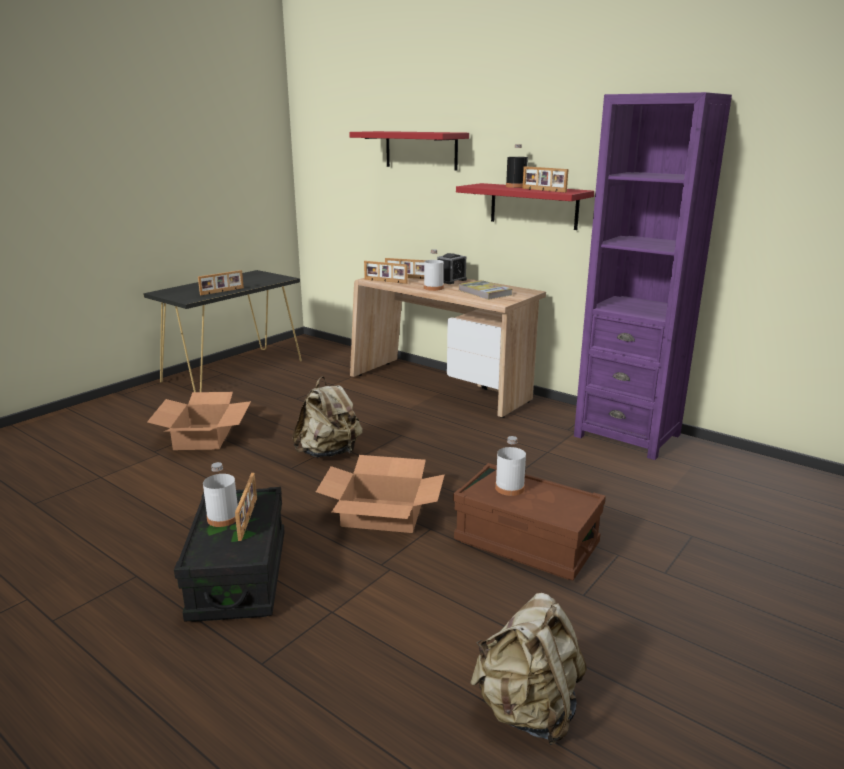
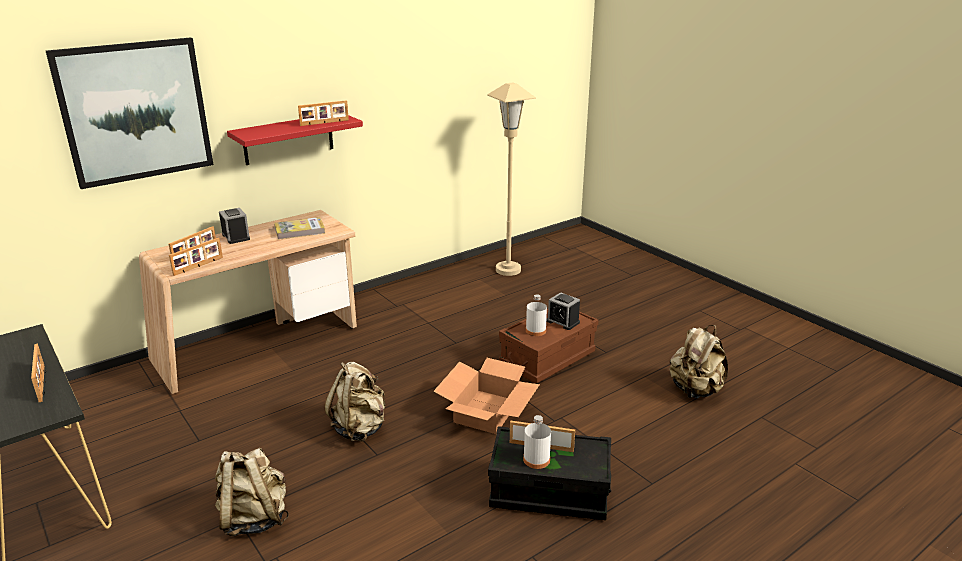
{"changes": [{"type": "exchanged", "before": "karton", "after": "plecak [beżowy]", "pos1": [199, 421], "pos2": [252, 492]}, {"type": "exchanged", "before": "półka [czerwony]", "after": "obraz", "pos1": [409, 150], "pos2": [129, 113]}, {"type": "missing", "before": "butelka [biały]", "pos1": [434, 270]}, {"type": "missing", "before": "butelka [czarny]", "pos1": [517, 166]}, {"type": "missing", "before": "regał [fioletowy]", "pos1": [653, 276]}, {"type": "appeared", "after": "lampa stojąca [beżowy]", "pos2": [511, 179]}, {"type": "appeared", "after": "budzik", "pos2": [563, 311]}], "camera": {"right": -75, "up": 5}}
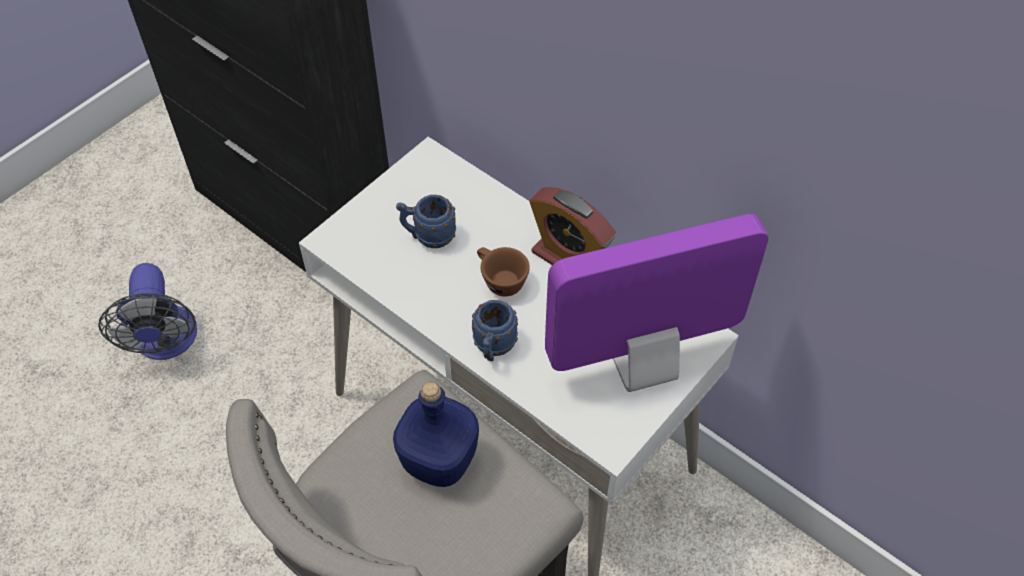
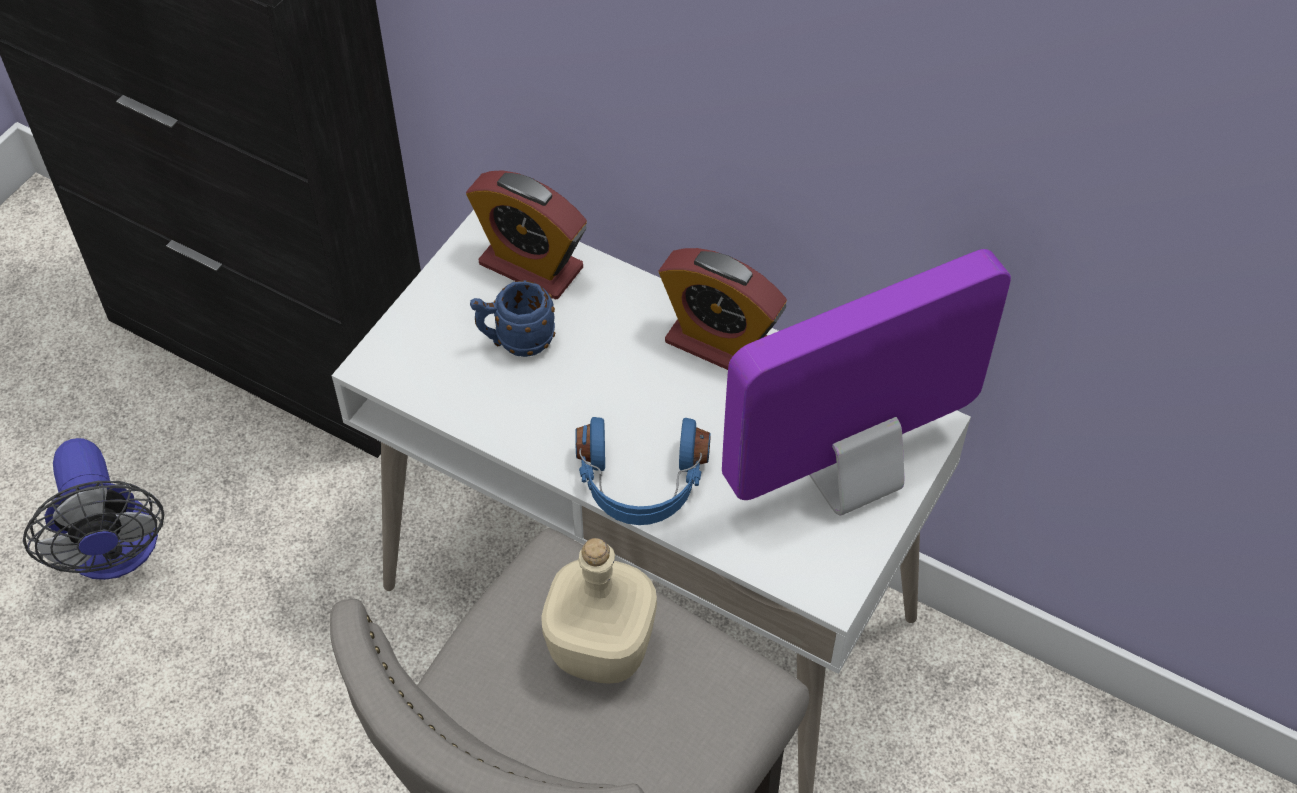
{"changes": [{"type": "colour", "before": "butelka [niebieski]", "after": "butelka [beżowy]", "pos1": [436, 434], "pos2": [599, 611]}, {"type": "exchanged", "before": "kubek [niebieski]", "after": "słuchawki [niebieski]", "pos1": [495, 330], "pos2": [643, 471]}, {"type": "missing", "before": "filiżanka [brązowy]", "pos1": [503, 272]}, {"type": "appeared", "after": "budzik", "pos2": [526, 234]}], "camera": {"right": -10, "up": 0}}
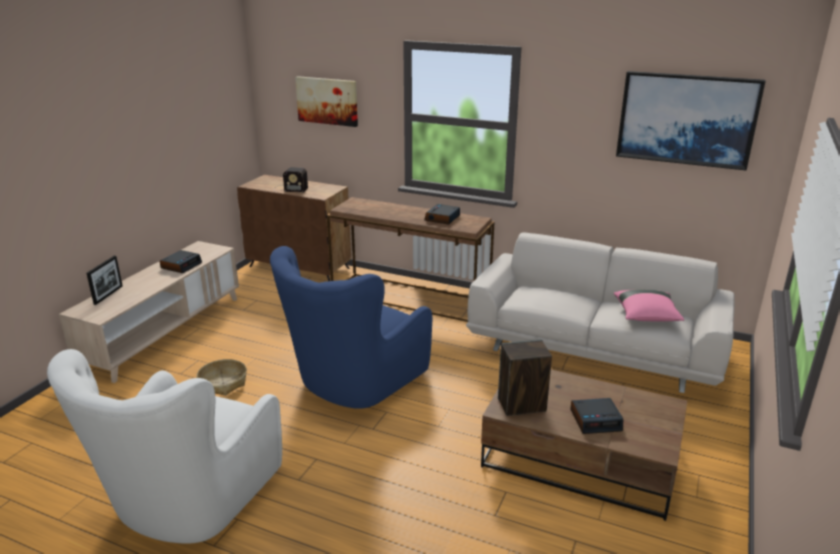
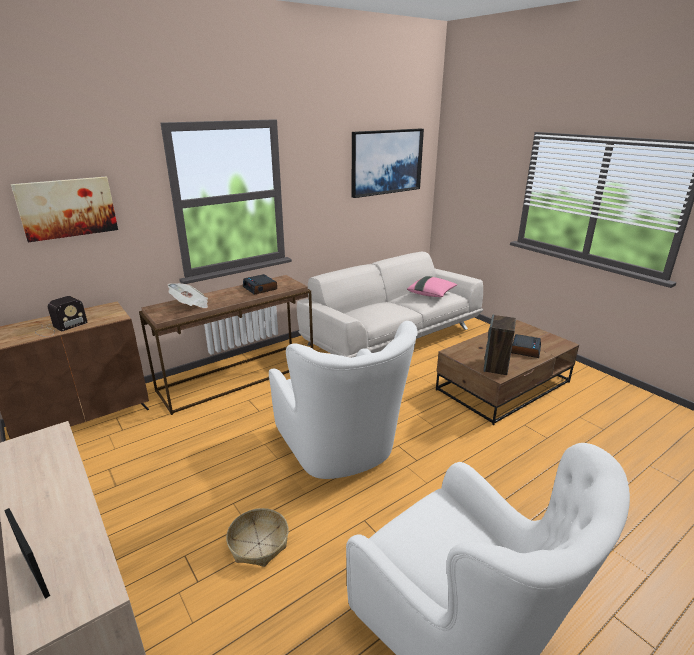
{"changes": [{"type": "missing", "before": "budzik", "pos1": [181, 261]}, {"type": "colour", "before": "fotel [niebieski]", "after": "fotel [biały]", "pos1": [351, 327], "pos2": [343, 400]}, {"type": "appeared", "after": "gazeta", "pos2": [188, 295]}], "camera": {"right": -60, "up": 0}}
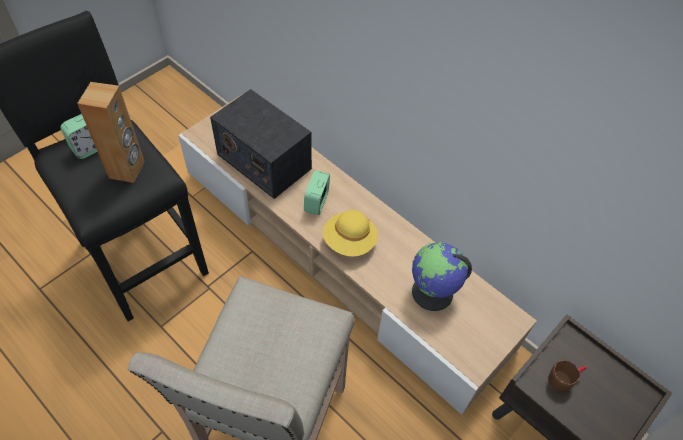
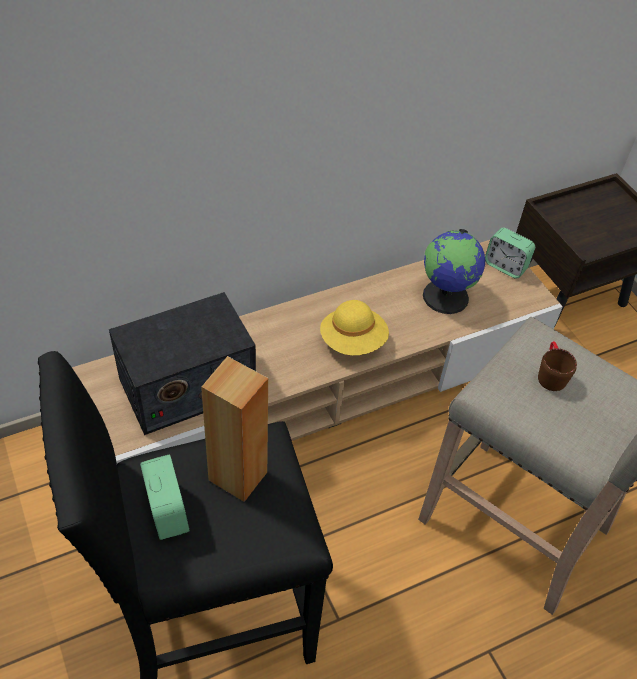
{"changes": [{"type": "relocated", "before": "budzik", "pos1": [317, 192], "pos2": [510, 253]}, {"type": "relocated", "before": "kubek [brązowy]", "pos1": [567, 376], "pos2": [557, 366]}], "camera": {"right": -70, "up": -5}}
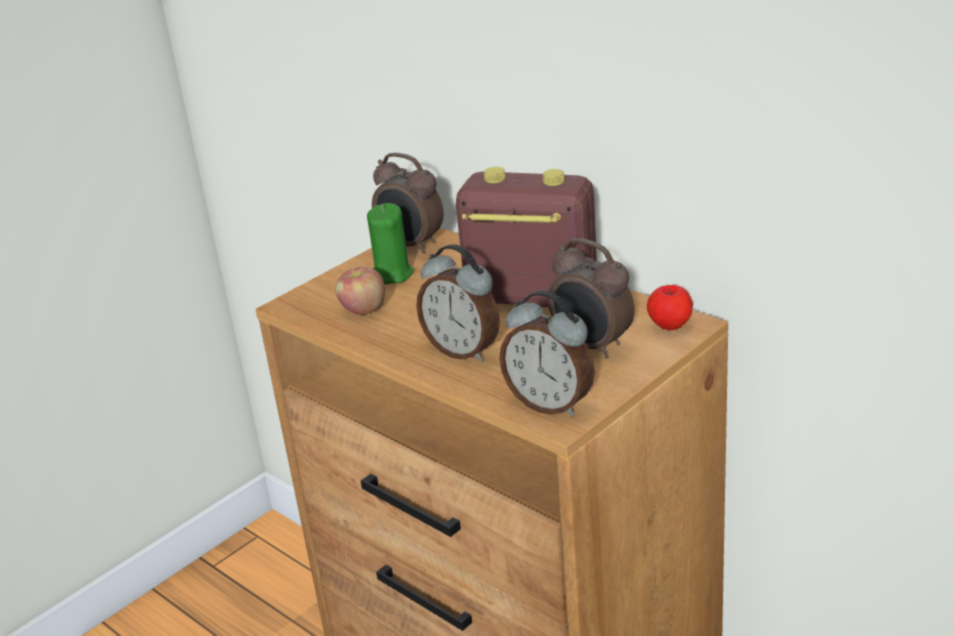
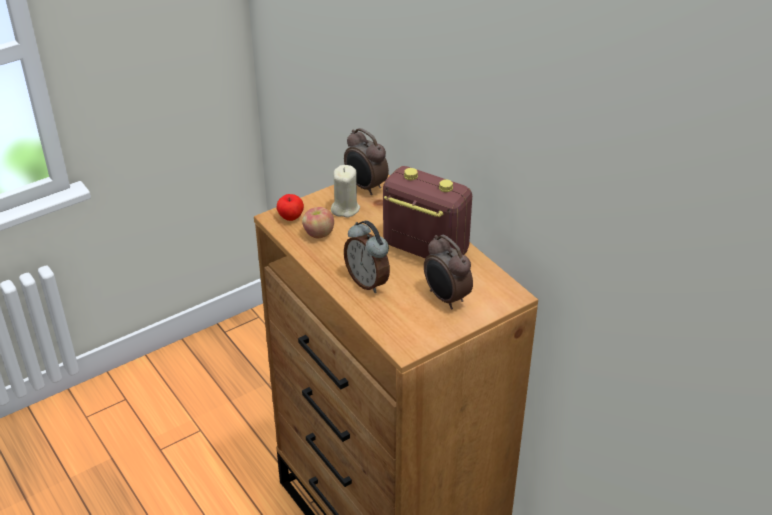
{"changes": [{"type": "colour", "before": "świeca [zielony]", "after": "świeca [beżowy]", "pos1": [390, 243], "pos2": [345, 191]}, {"type": "missing", "before": "budzik", "pos1": [547, 354]}, {"type": "relocated", "before": "jabłko", "pos1": [670, 307], "pos2": [290, 207]}], "camera": {"right": 10, "up": 10}}
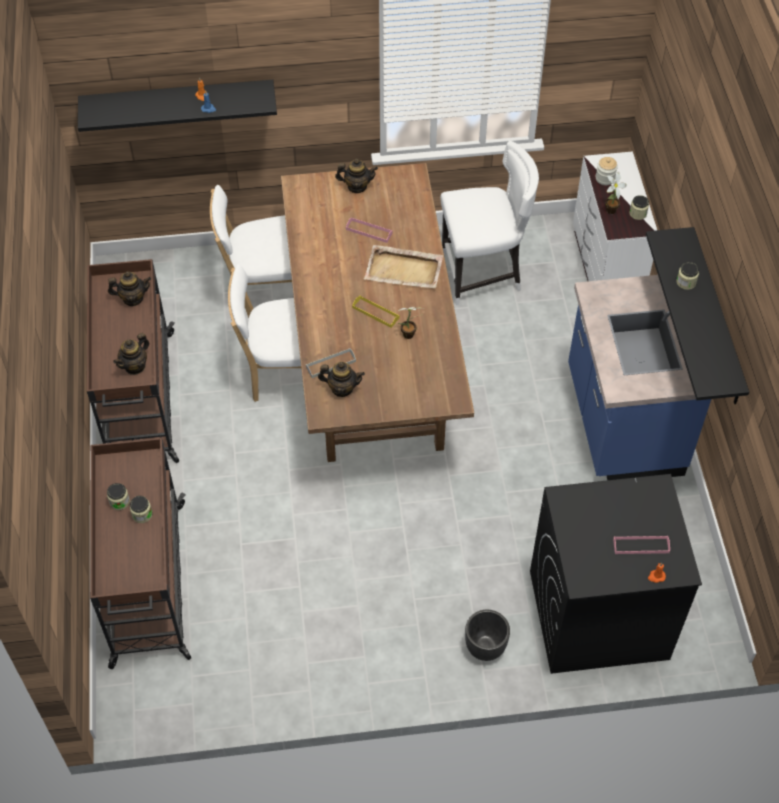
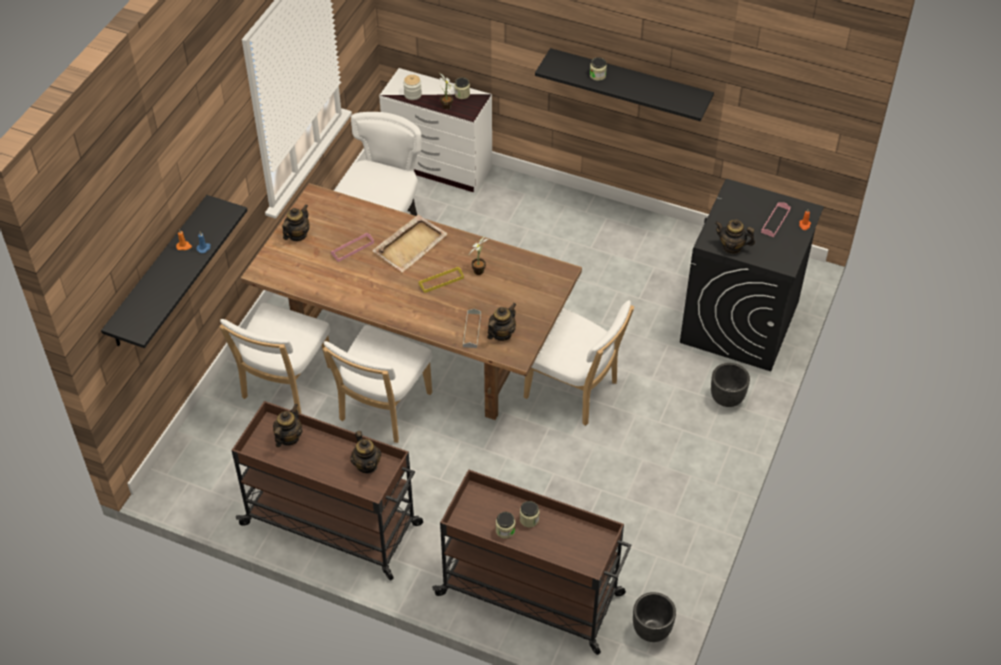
{"changes": [{"type": "missing", "before": "zabudowa kuchenna [niebieski]", "pos1": [639, 377]}, {"type": "appeared", "after": "krzesło [biały]", "pos2": [579, 363]}, {"type": "appeared", "after": "donica [czarny]", "pos2": [654, 617]}, {"type": "appeared", "after": "imbryk", "pos2": [735, 236]}], "camera": {"right": -60, "up": -5}}
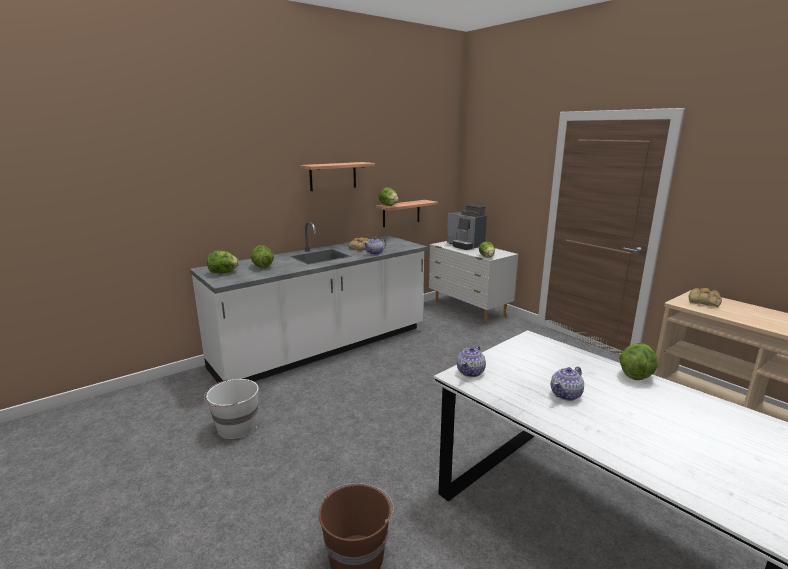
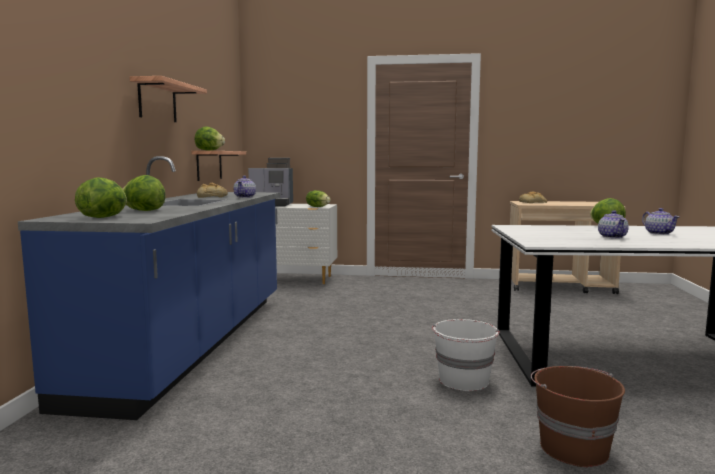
{"changes": [{"type": "colour", "before": "zabudowa kuchenna [biały]", "after": "zabudowa kuchenna [niebieski]", "pos1": [309, 303], "pos2": [149, 288]}, {"type": "relocated", "before": "wiadro [biały]", "pos1": [231, 409], "pos2": [466, 355]}, {"type": "relocated", "before": "imbryk", "pos1": [471, 361], "pos2": [661, 221]}], "camera": {"right": -45, "up": -10}}
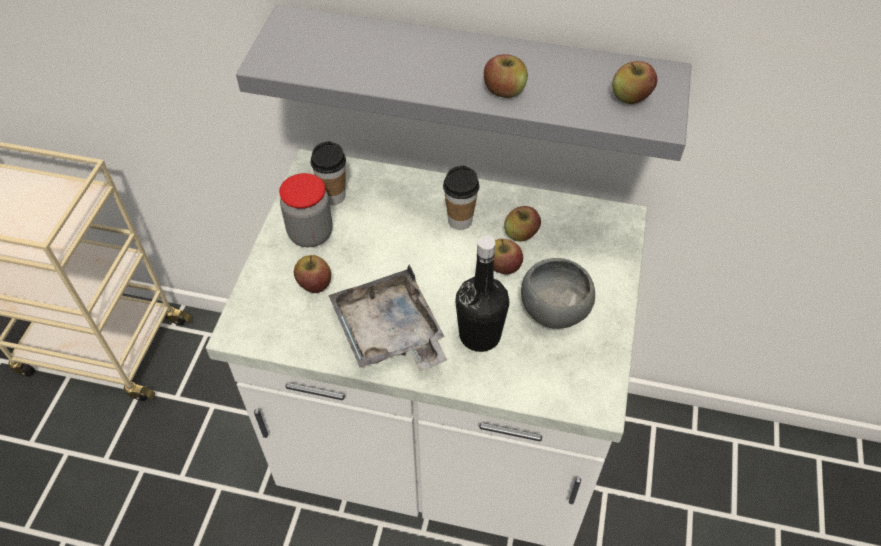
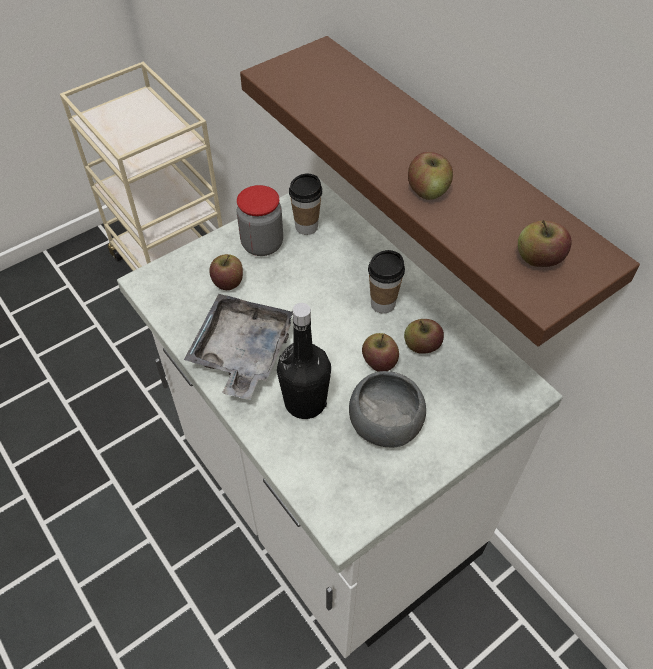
{"changes": [{"type": "colour", "before": "półka [szary]", "after": "półka [brązowy]", "pos1": [464, 83], "pos2": [440, 191]}], "camera": {"right": 40, "up": 0}}
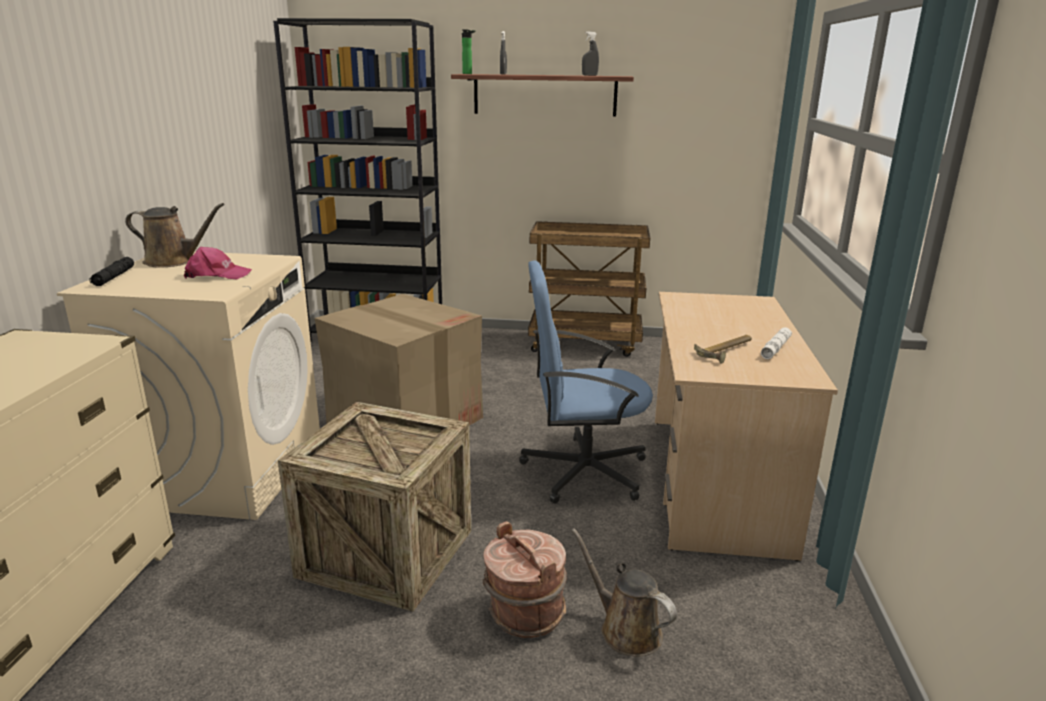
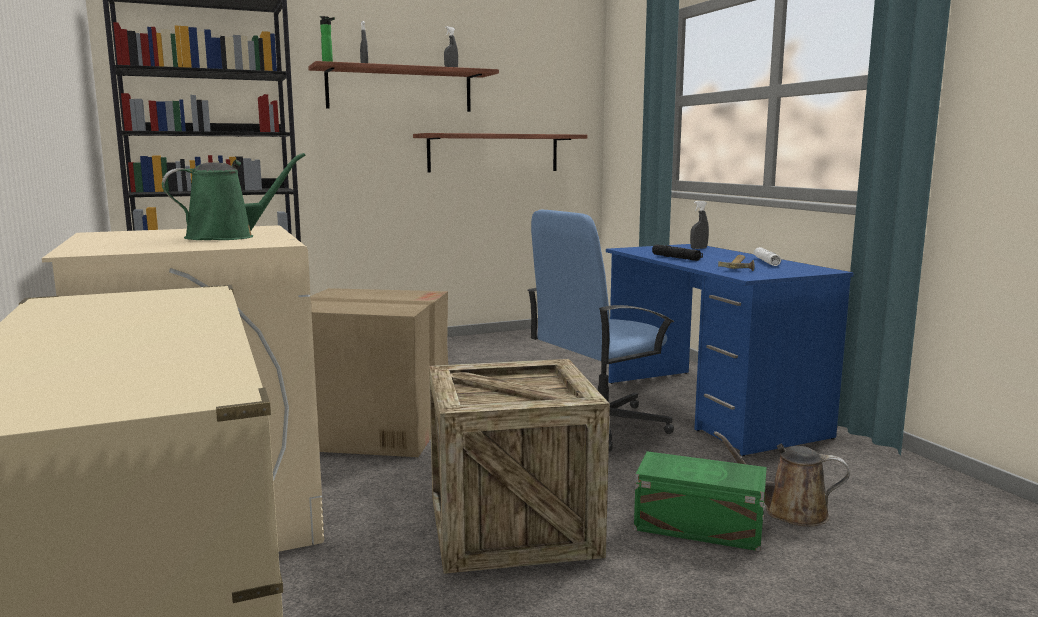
{"changes": [{"type": "relocated", "before": "latarka [czarny]", "pos1": [111, 271], "pos2": [677, 252]}, {"type": "missing", "before": "konewka [brązowy]", "pos1": [175, 235]}, {"type": "exchanged", "before": "czapka z daszkiem [różowy]", "after": "konewka [zielony]", "pos1": [218, 263], "pos2": [233, 196]}, {"type": "exchanged", "before": "wiadro [brązowy]", "after": "pojemnik do przechowywania [zielony]", "pos1": [525, 579], "pos2": [700, 501]}, {"type": "missing", "before": "wózek [brązowy]", "pos1": [589, 289]}, {"type": "colour", "before": "biurko [beżowy]", "after": "biurko [niebieski]", "pos1": [746, 426], "pos2": [730, 350]}, {"type": "appeared", "after": "półka", "pos2": [500, 153]}, {"type": "appeared", "after": "spryskiwacz [szary]", "pos2": [699, 225]}], "camera": {"right": -30, "up": -10}}
